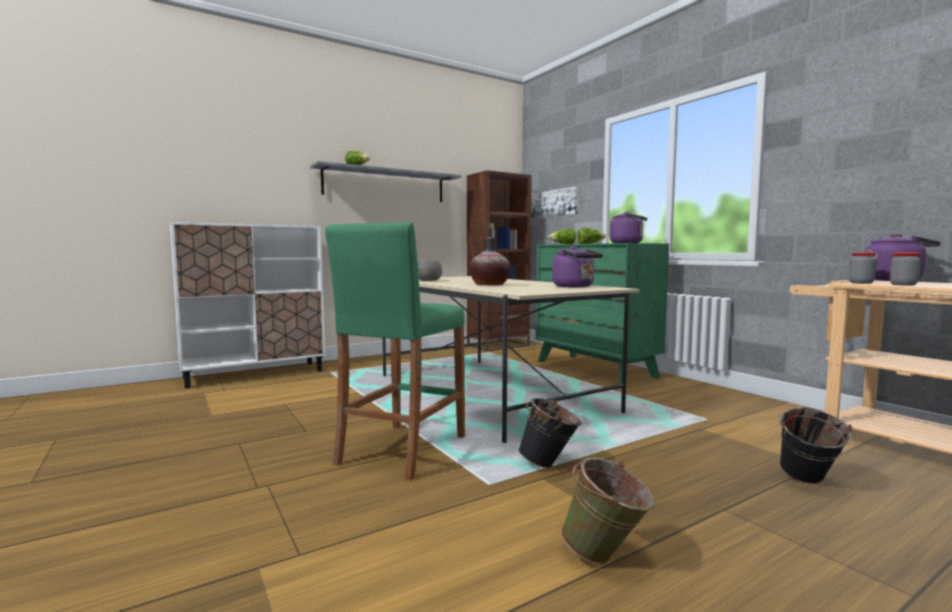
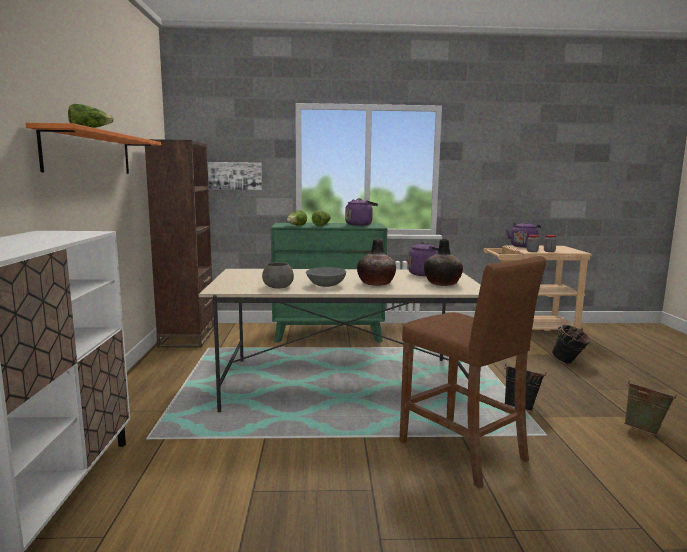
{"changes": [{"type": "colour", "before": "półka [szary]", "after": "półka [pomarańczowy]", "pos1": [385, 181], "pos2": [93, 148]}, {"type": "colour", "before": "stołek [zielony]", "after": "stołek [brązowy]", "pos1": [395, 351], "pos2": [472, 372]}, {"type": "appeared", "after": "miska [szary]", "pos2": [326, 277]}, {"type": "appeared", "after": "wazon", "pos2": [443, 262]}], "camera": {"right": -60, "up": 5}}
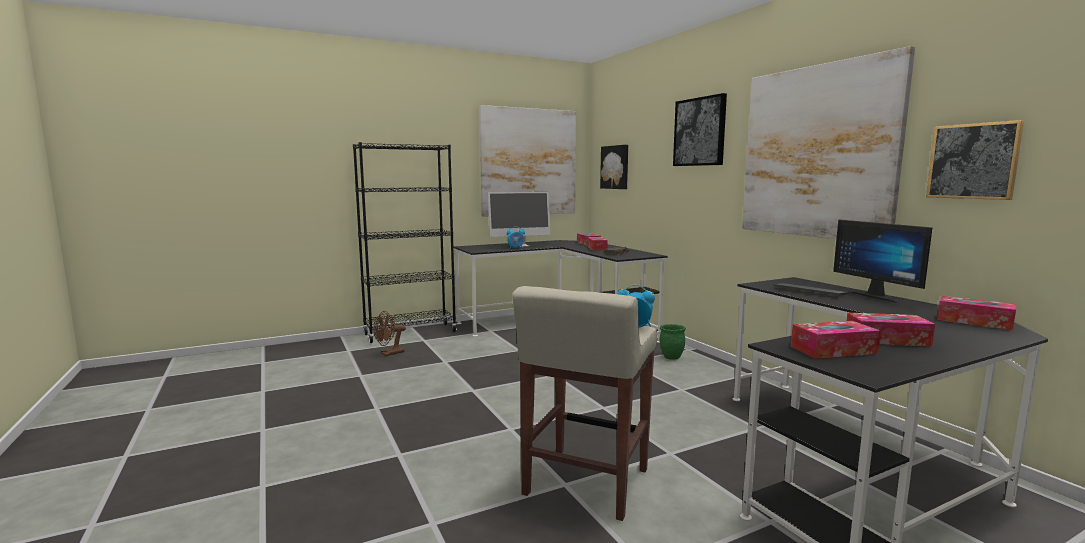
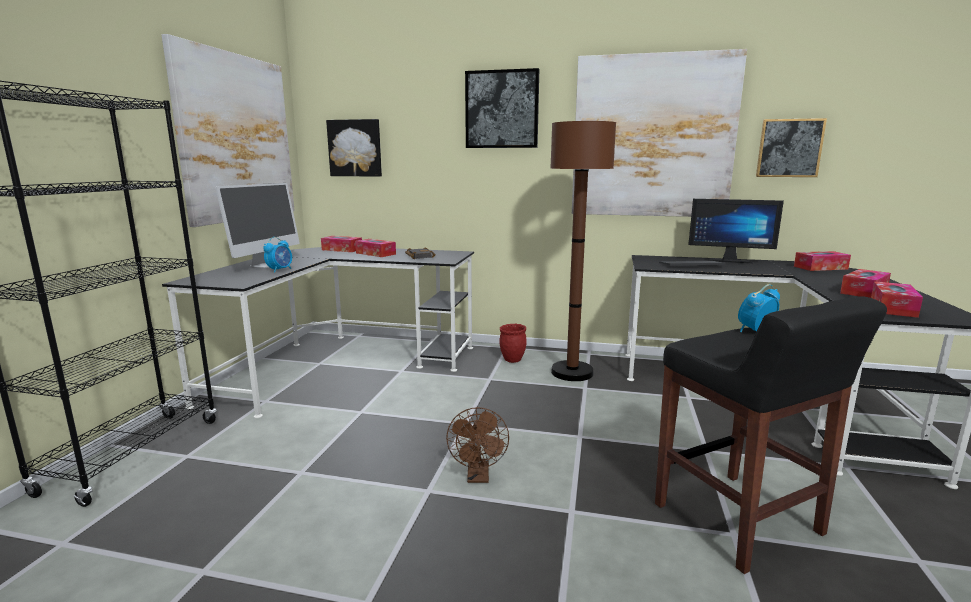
{"changes": [{"type": "relocated", "before": "wentylator [brązowy]", "pos1": [389, 333], "pos2": [477, 445]}, {"type": "colour", "before": "stołek [beżowy]", "after": "stołek [czarny]", "pos1": [584, 403], "pos2": [771, 435]}, {"type": "colour", "before": "donica [zielony]", "after": "donica [czerwony]", "pos1": [673, 342], "pos2": [513, 343]}, {"type": "appeared", "after": "lampa stojąca [brązowy]", "pos2": [583, 251]}], "camera": {"right": -50, "up": 5}}
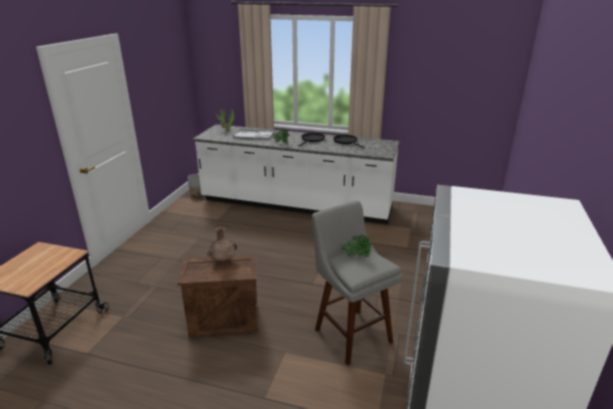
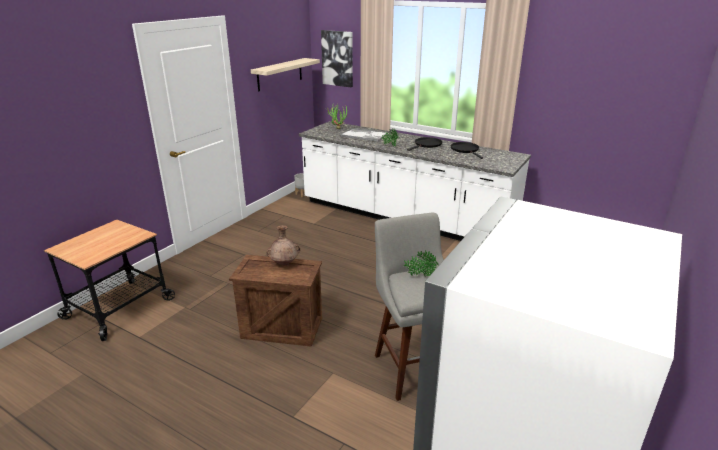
{"changes": [{"type": "appeared", "after": "półka", "pos2": [285, 74]}, {"type": "appeared", "after": "obraz", "pos2": [337, 58]}], "camera": {"right": 15, "up": 0}}
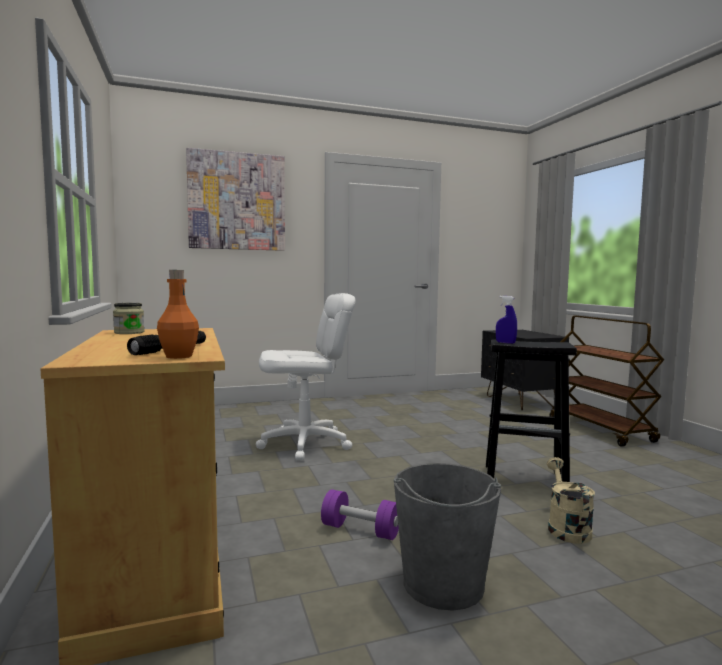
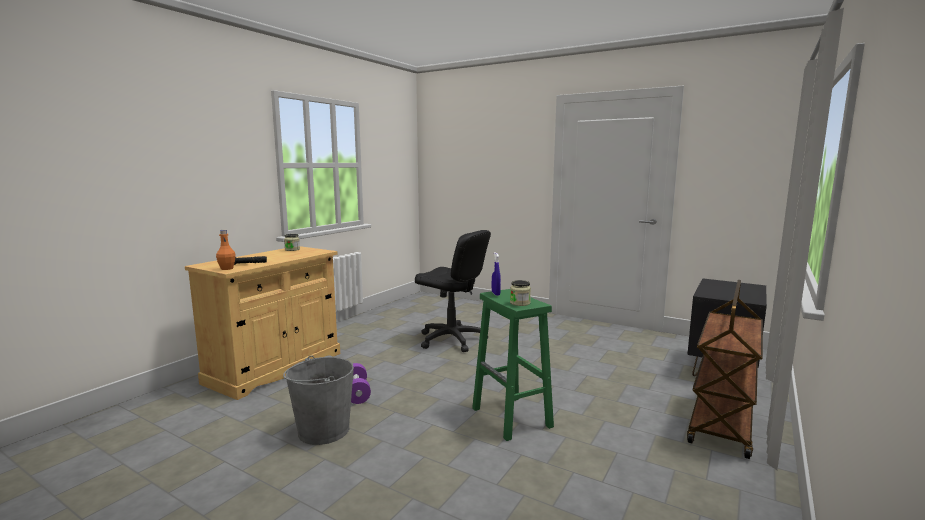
{"changes": [{"type": "missing", "before": "obraz", "pos1": [235, 199]}, {"type": "colour", "before": "krzesło biurowe [biały]", "after": "krzesło biurowe [czarny]", "pos1": [305, 377], "pos2": [453, 291]}, {"type": "colour", "before": "stołek [czarny]", "after": "stołek [zielony]", "pos1": [531, 410], "pos2": [513, 365]}, {"type": "missing", "before": "konewka [beżowy]", "pos1": [571, 500]}, {"type": "appeared", "after": "słoik", "pos2": [520, 293]}], "camera": {"right": 50, "up": 5}}
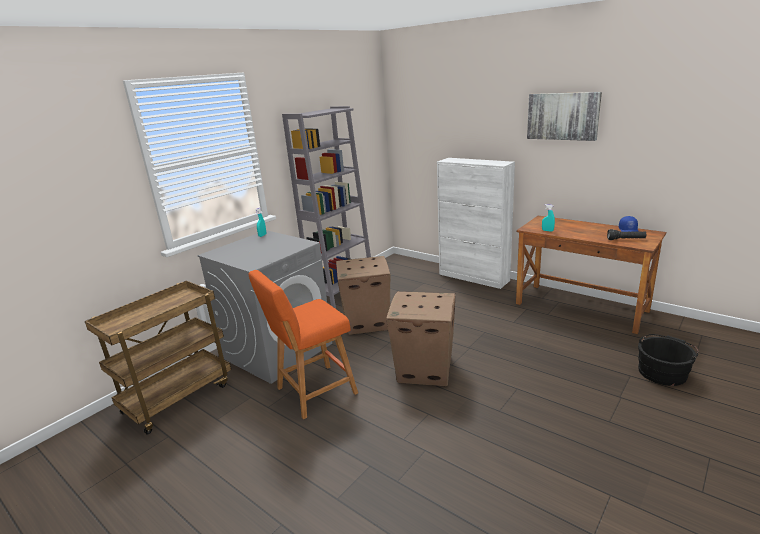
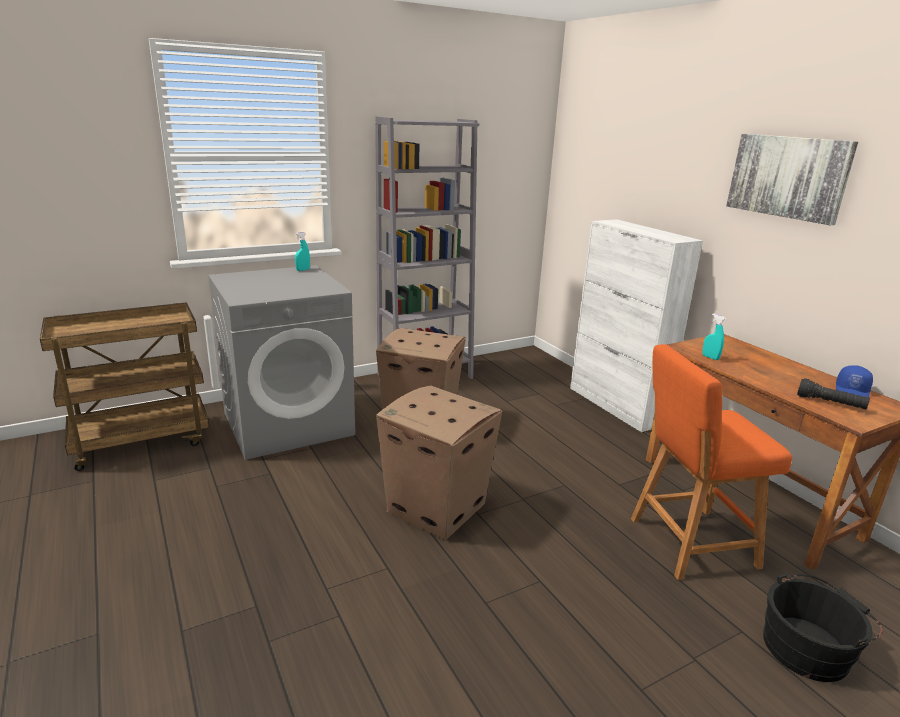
{"changes": [{"type": "relocated", "before": "stołek [pomarańczowy]", "pos1": [303, 344], "pos2": [711, 462]}], "camera": {"right": 20, "up": 0}}
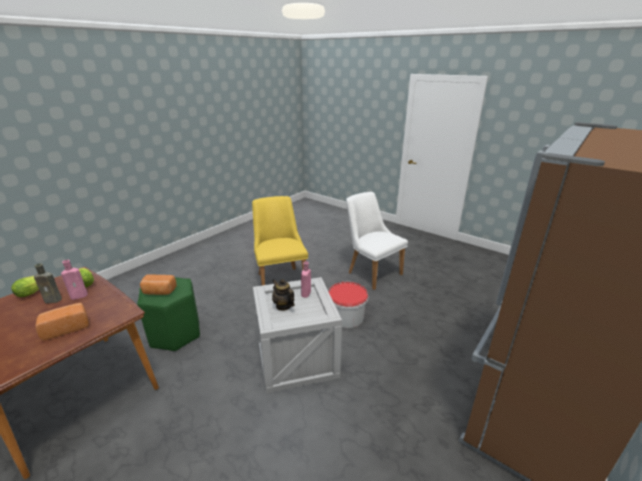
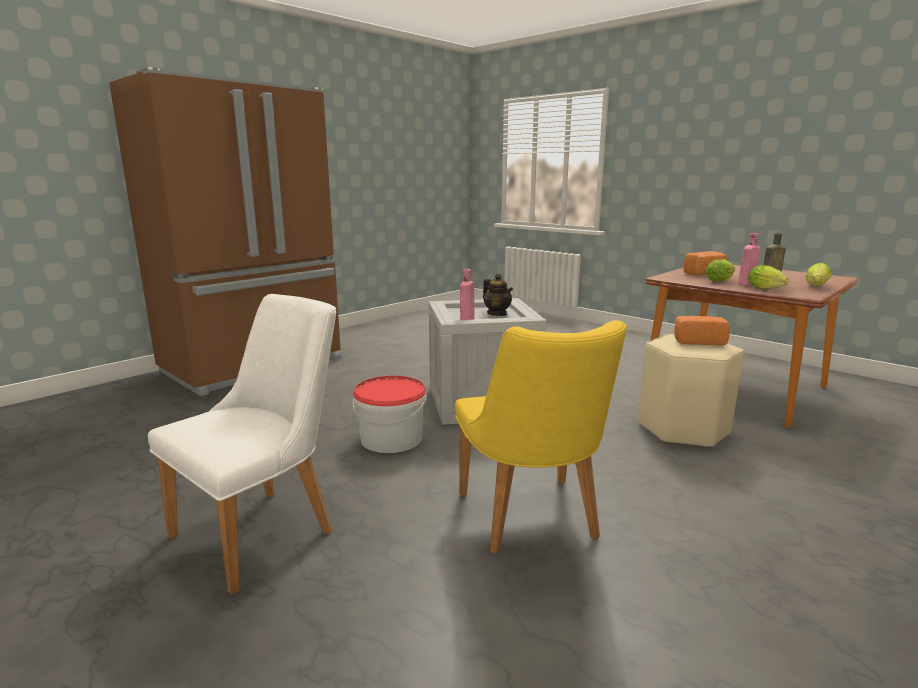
{"changes": [{"type": "colour", "before": "stołek [zielony]", "after": "stołek [beżowy]", "pos1": [168, 314], "pos2": [691, 391]}, {"type": "spun", "before": "krzesło [biały]", "pos1": [377, 241], "pos2": [242, 444], "turn": -105}, {"type": "appeared", "after": "sałata", "pos2": [720, 270]}], "camera": {"right": -175, "up": -10}}
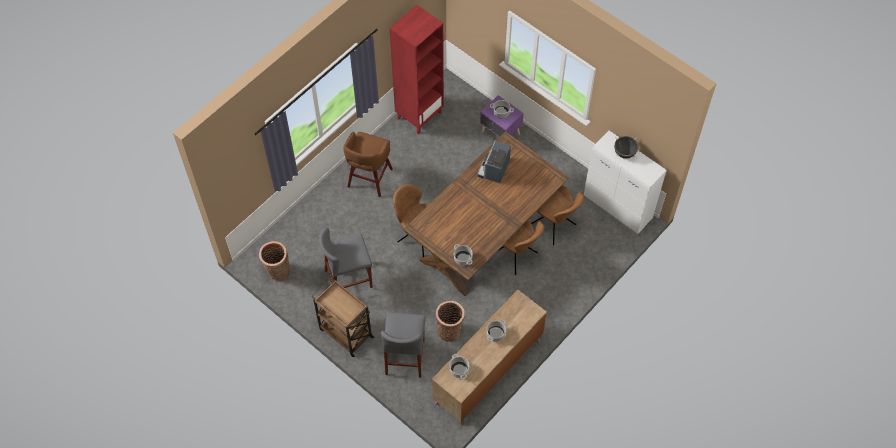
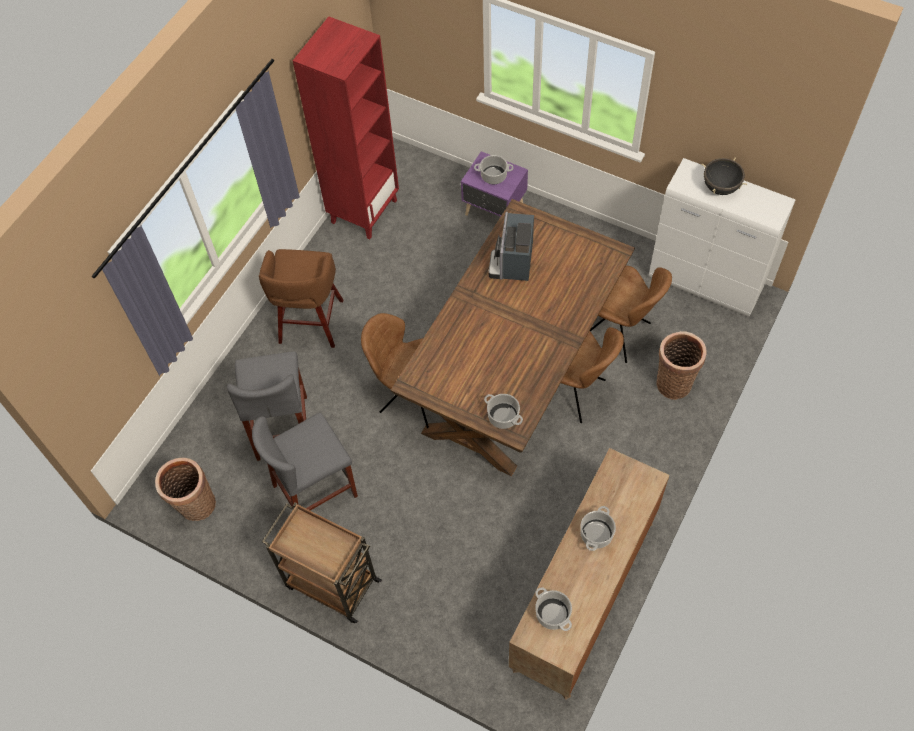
{"changes": [{"type": "relocated", "before": "stołek [szary]", "pos1": [403, 345], "pos2": [267, 406]}, {"type": "relocated", "before": "koszyk", "pos1": [450, 321], "pos2": [681, 365]}], "camera": {"right": -10, "up": 0}}
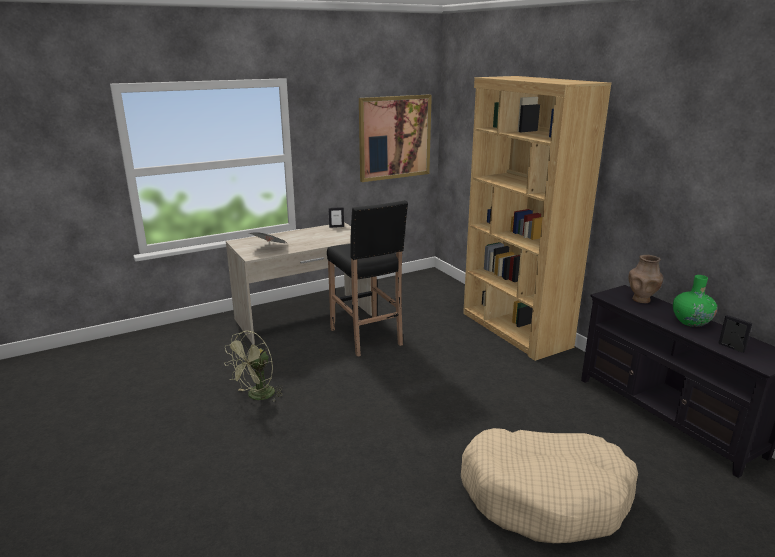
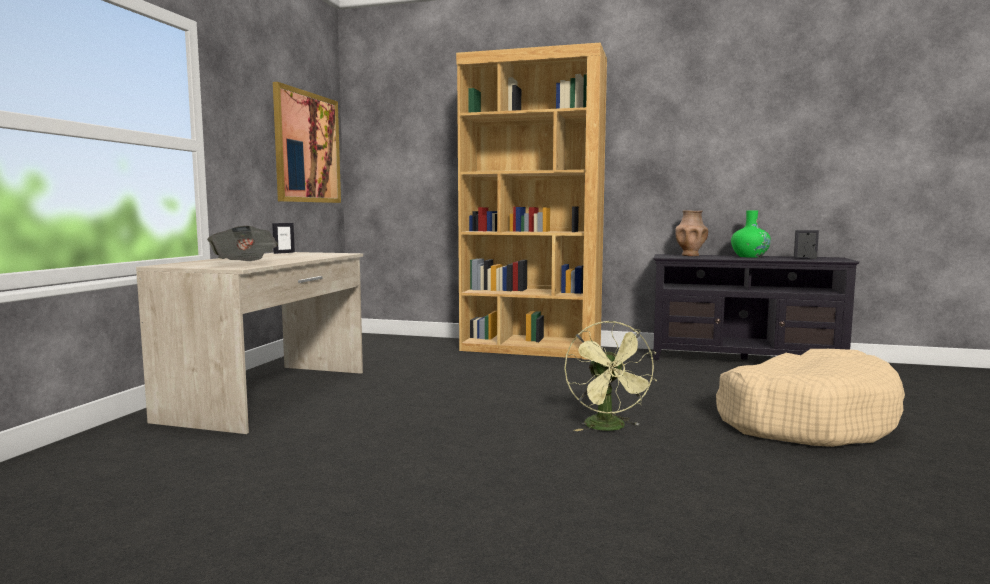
{"changes": [{"type": "relocated", "before": "wentylator [zielony]", "pos1": [253, 366], "pos2": [610, 376]}, {"type": "missing", "before": "stołek [czarny]", "pos1": [367, 278]}], "camera": {"right": -45, "up": -15}}
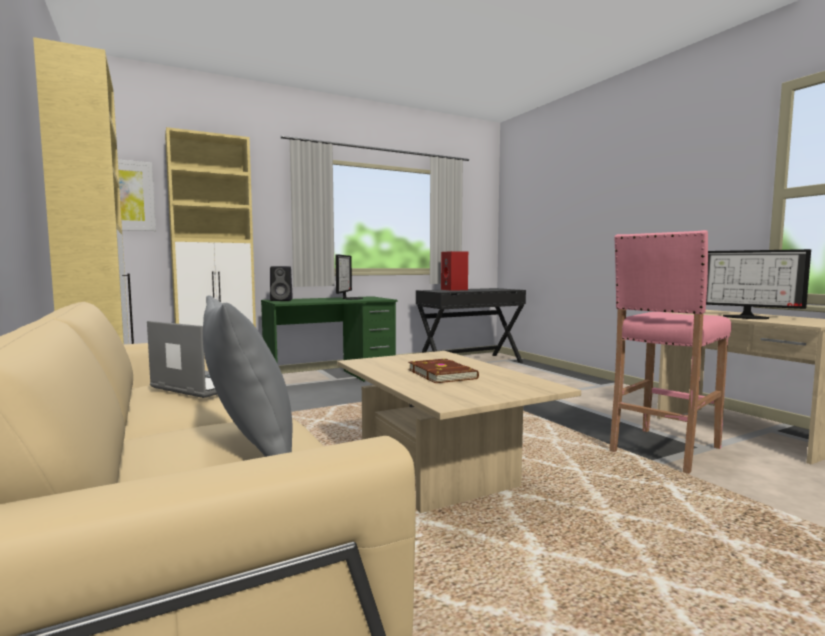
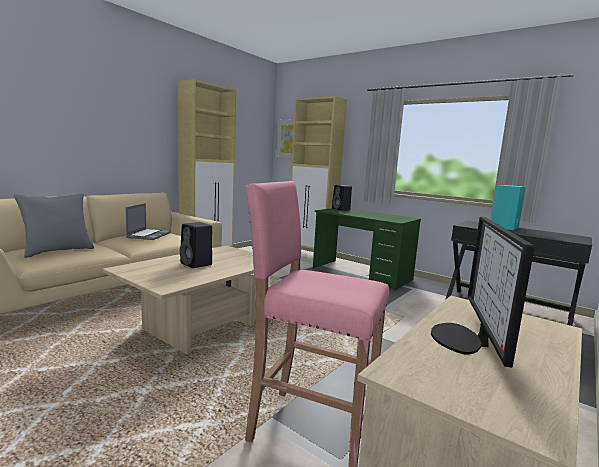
{"changes": [{"type": "missing", "before": "monitor", "pos1": [349, 277]}, {"type": "exchanged", "before": "książka [brązowy]", "after": "głośnik [czarny]", "pos1": [443, 370], "pos2": [196, 245]}, {"type": "colour", "before": "głośnik [czerwony]", "after": "głośnik [turkusowy]", "pos1": [454, 271], "pos2": [508, 207]}], "camera": {"right": 65, "up": 5}}
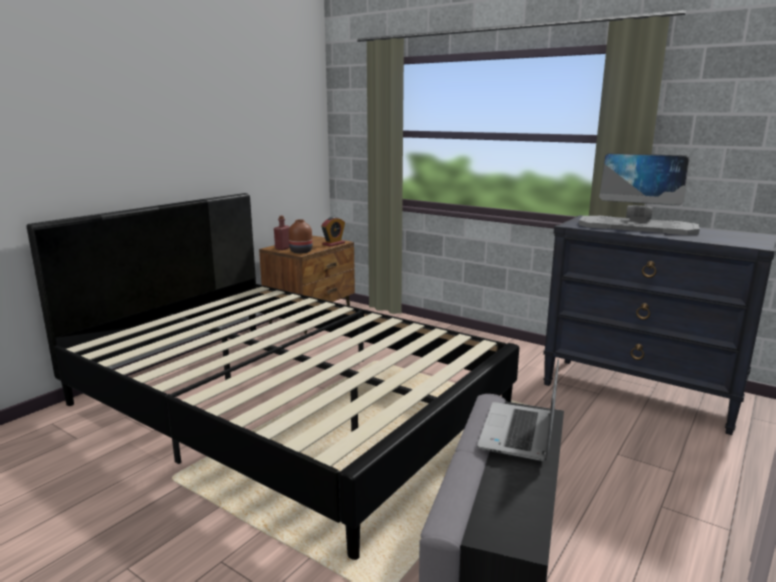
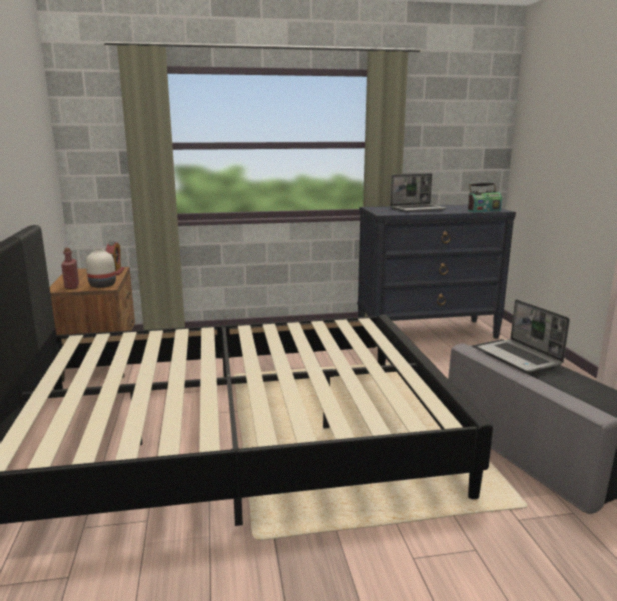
{"changes": [{"type": "colour", "before": "wazon [brązowy]", "after": "wazon [biały]", "pos1": [300, 236], "pos2": [101, 268]}, {"type": "exchanged", "before": "monitor", "after": "laptop", "pos1": [639, 194], "pos2": [418, 192]}, {"type": "appeared", "after": "radio", "pos2": [485, 197]}], "camera": {"right": -45, "up": 0}}
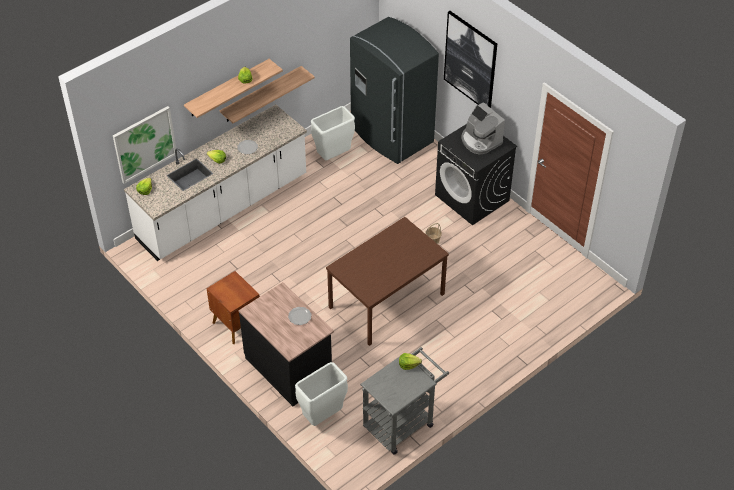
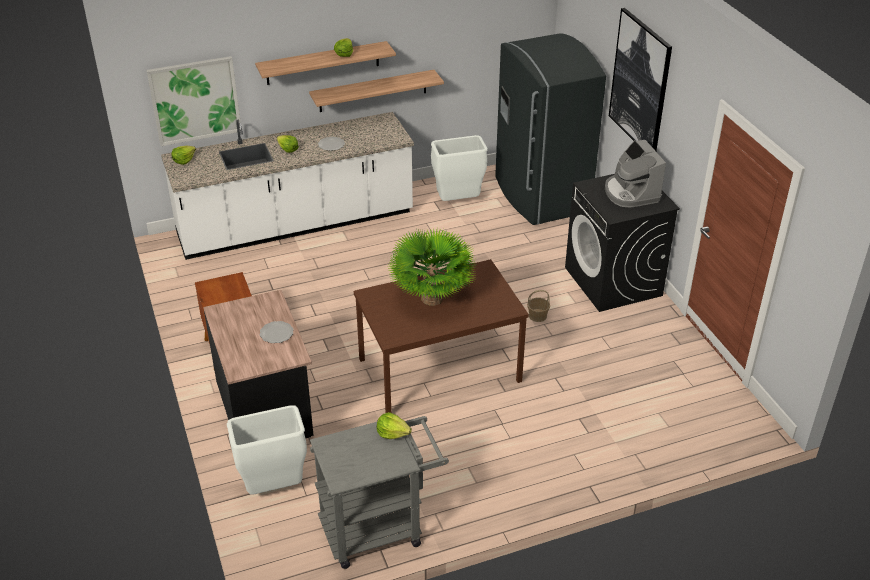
{"changes": [{"type": "appeared", "after": "roślina doniczkowa", "pos2": [431, 267]}], "camera": {"right": 20, "up": -10}}
